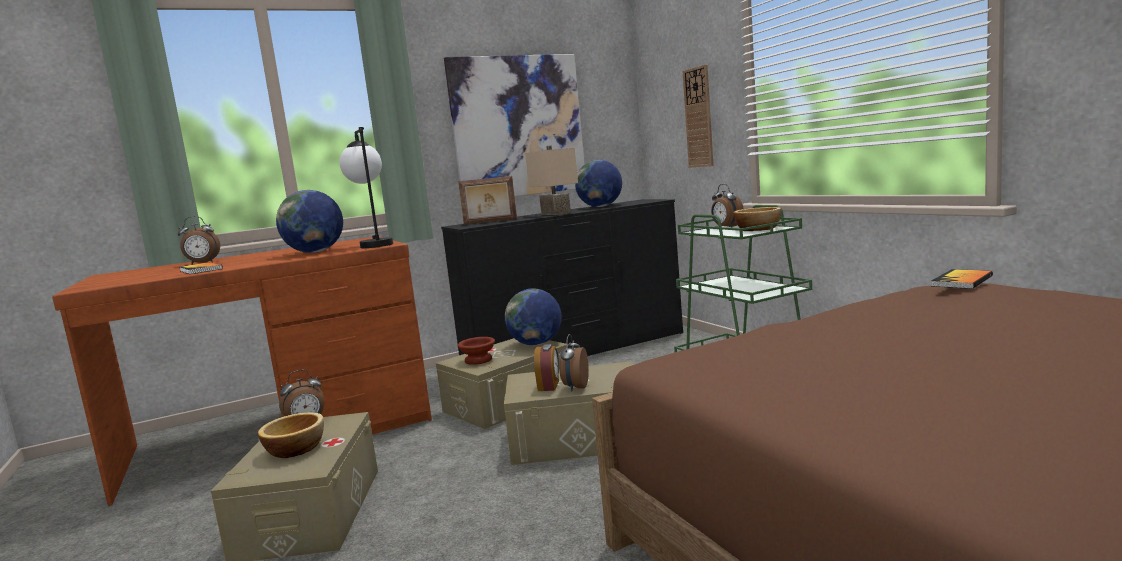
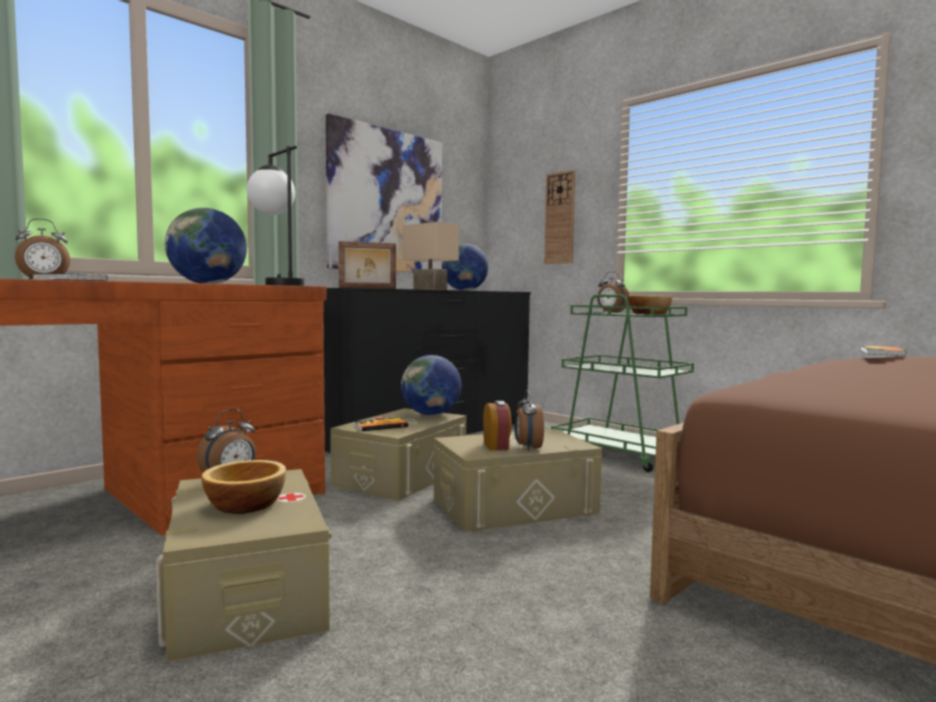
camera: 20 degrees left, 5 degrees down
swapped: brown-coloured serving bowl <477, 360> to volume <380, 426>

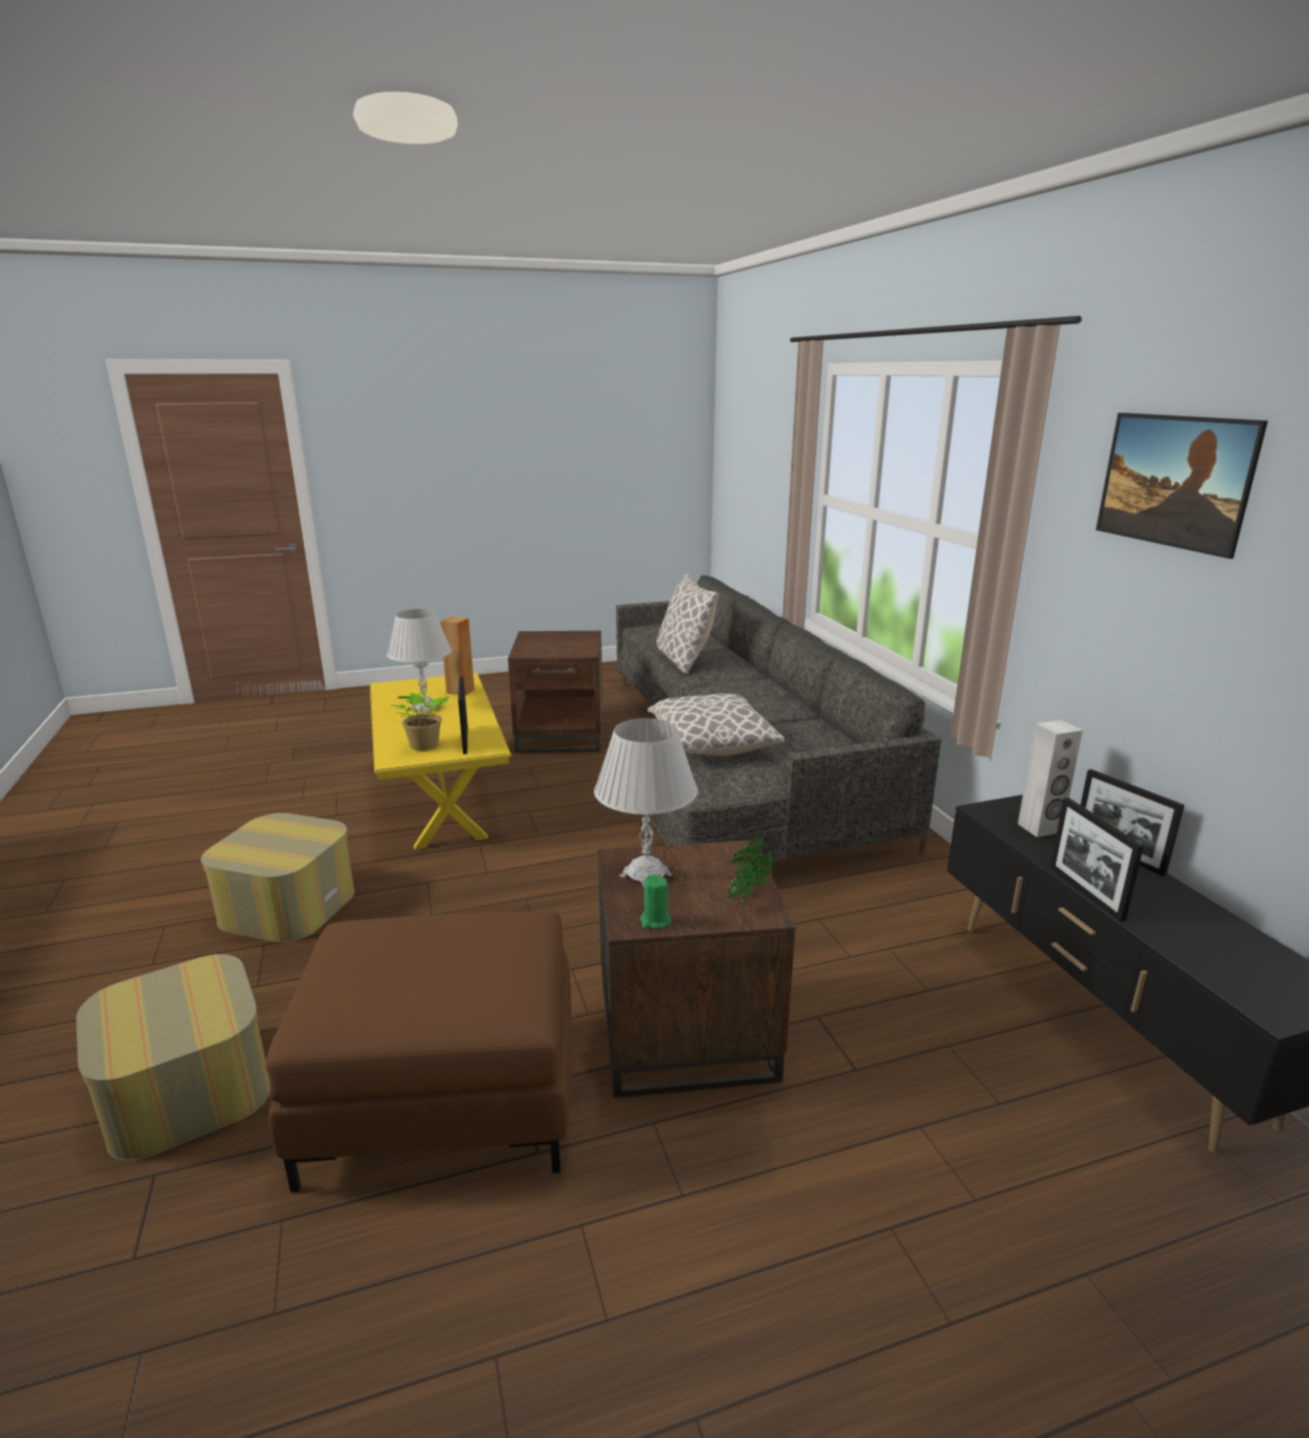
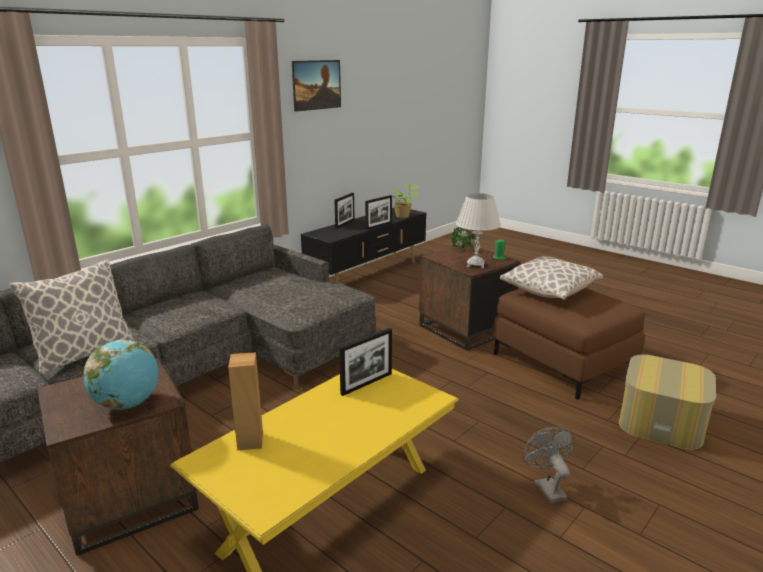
camera: 120 degrees left, 0 degrees up
gone: white-coloured lamp for a table <425, 708>; white-coloured audio speaker <1040, 828>
new: world globe <127, 404>
shifted: houseplant <423, 746> to <403, 216>; pillow <712, 745> to <549, 292>
swapped: footrest <287, 905> to gray electric fan <546, 487>

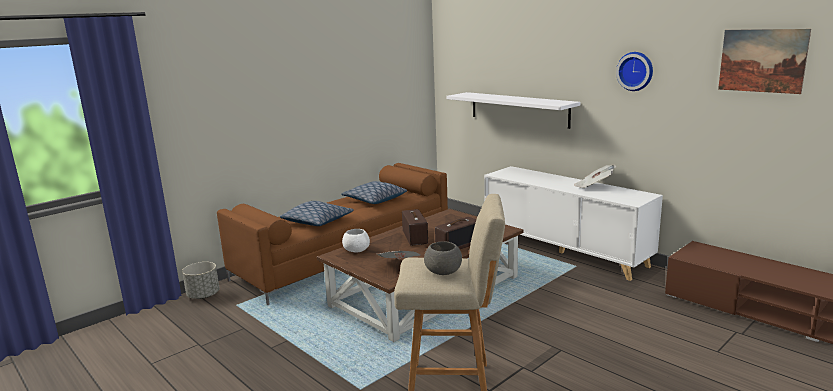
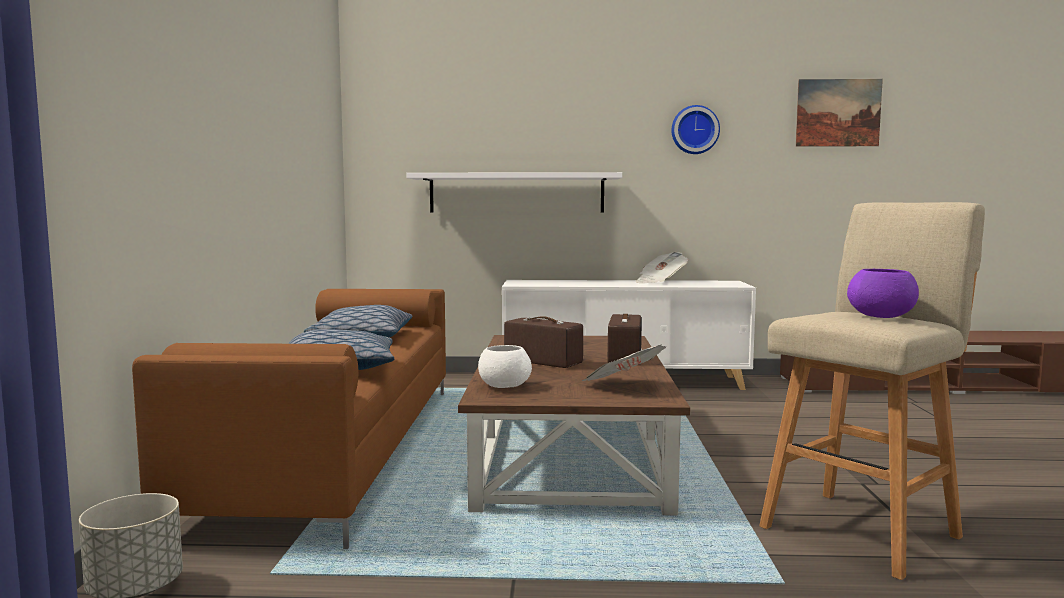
camera: 45 degrees left, 10 degrees down
repainted: gray serving bowl <443, 272> to purple-coloured serving bowl <882, 316>

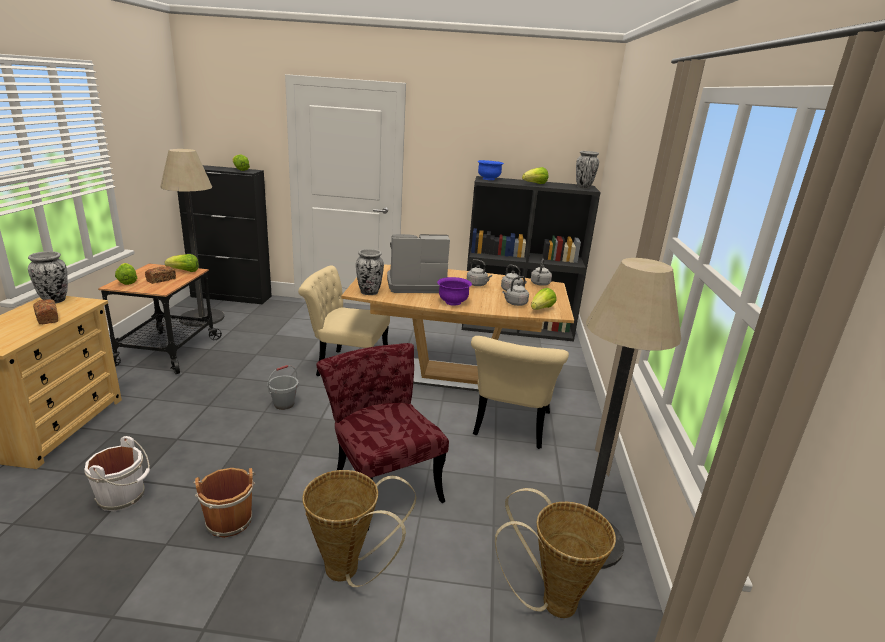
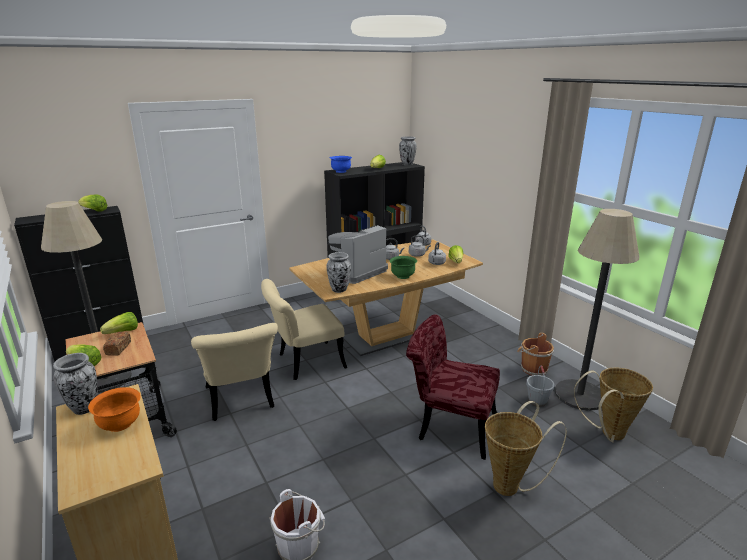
camera: 35 degrees left, 0 degrees up
shifted: beige chair <510, 429> to <241, 402>; brown-coloured pail <229, 520> to <532, 369>; gray pail <284, 404> to <537, 401>
swapped: bakery bread <47, 318> to orange serving bowl <120, 424>
repainted: purple-coloured serving bowl <452, 302> to green serving bowl <402, 276>

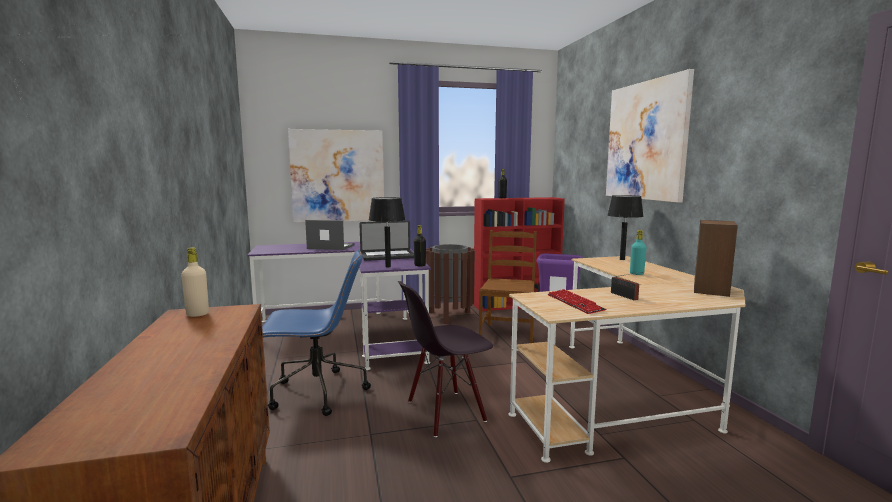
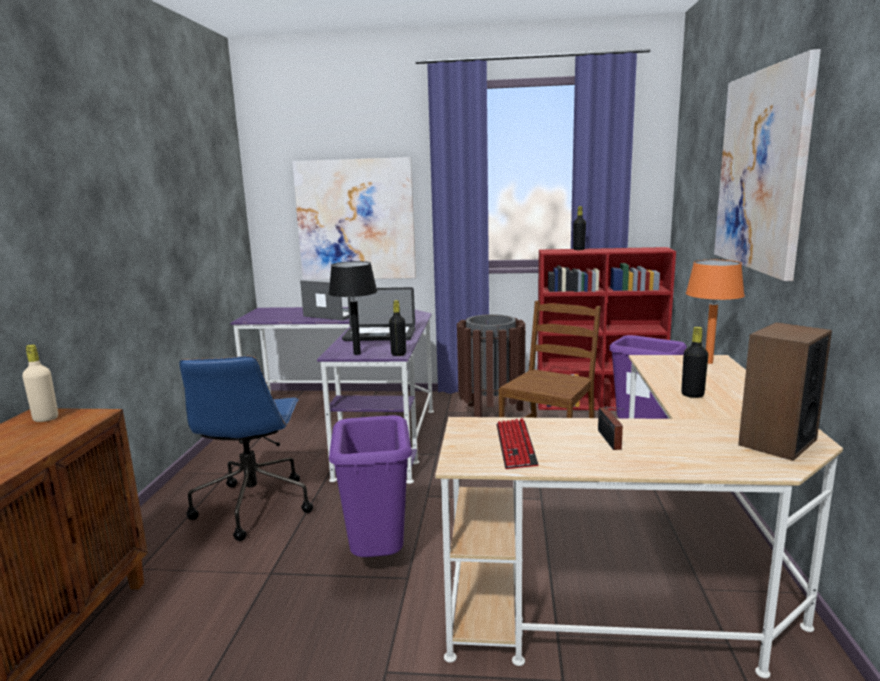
camera: 20 degrees right, 5 degrees up
swapped: black-coloured chair <445, 412> to purple-coloured trash can <378, 559>
repainted: turquoise drink bottle <636, 274> to black-coloured drink bottle <692, 395>; black-coloured lamp for a table <622, 259> to orange lamp for a table <709, 362>
rotated: blue-coloured office chair <316, 393> = <254, 505> 75 degrees clockwise

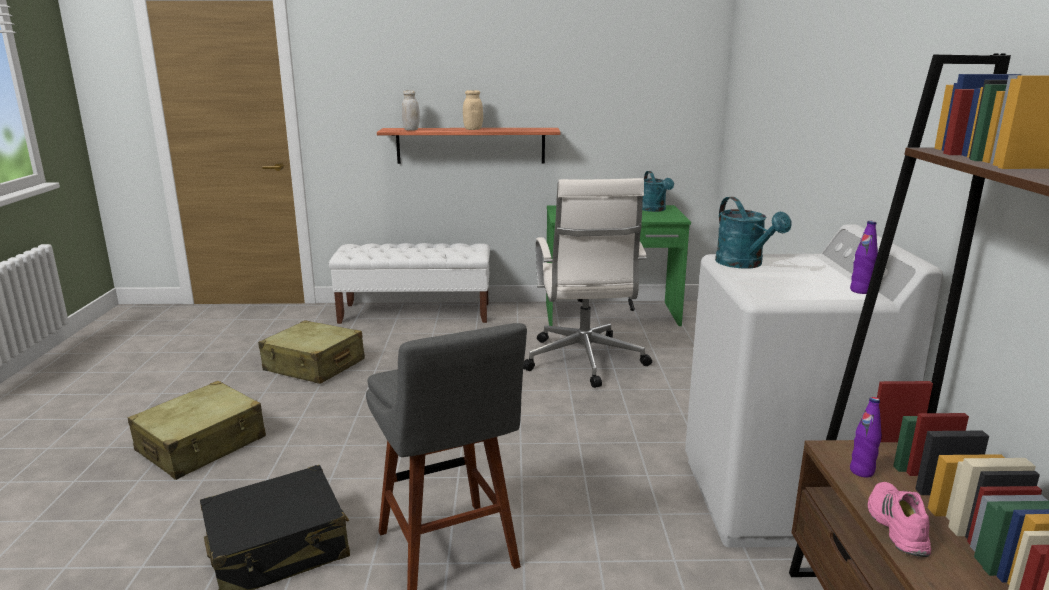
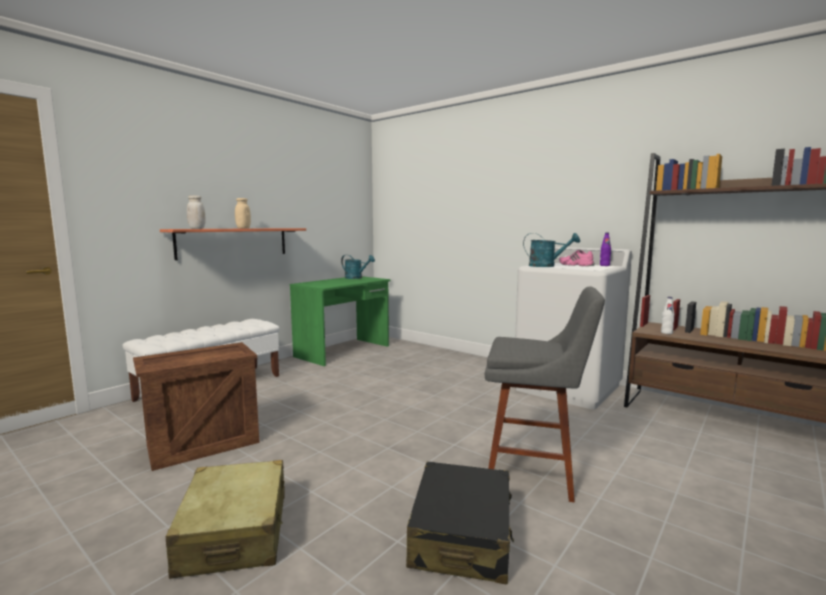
camera: 50 degrees left, 10 degrees down
gone: white-coloured office chair <584, 361>
shifted: pinkish low shoe <895, 525> to <575, 265>
swapped: beige suitcase <314, 366> to packing crate <204, 443>
repainted: purple-coloured drink bottle <861, 471> to white-coloured drink bottle <666, 333>

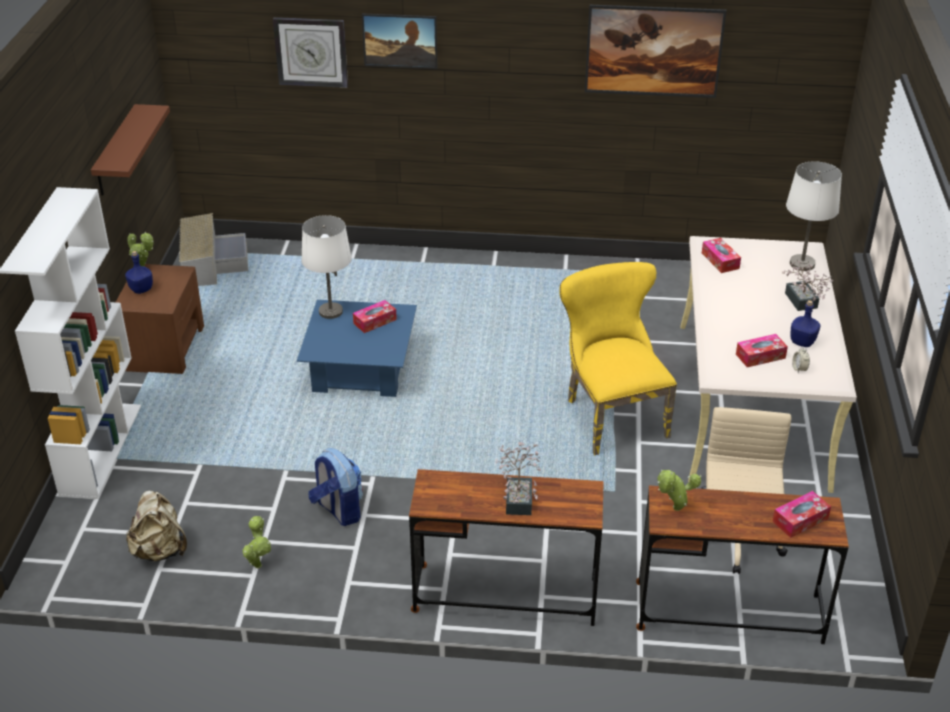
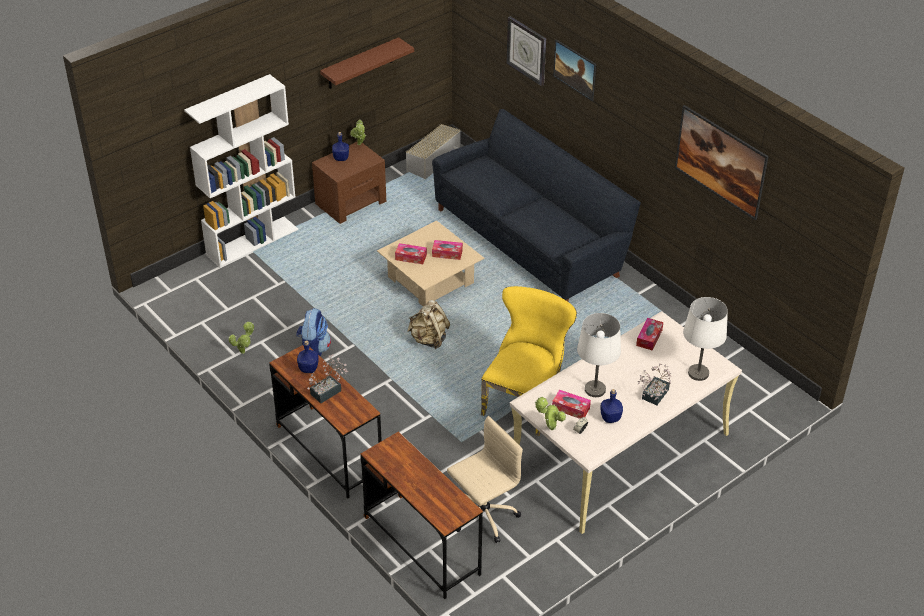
camera: 45 degrees right, 5 degrees up
new: blue-coloured drink bottle <308, 369>; black-coloured sofa <531, 240>
shifted: tissue holder <800, 520> to <411, 257>; beige rucksack <160, 551> to <429, 339>; houseplant <674, 509> to <549, 428>; white-coloured lamp for a table <330, 312> to <594, 389>
repainted: blue-coloured coffee table <360, 369> to beige coffee table <430, 280>

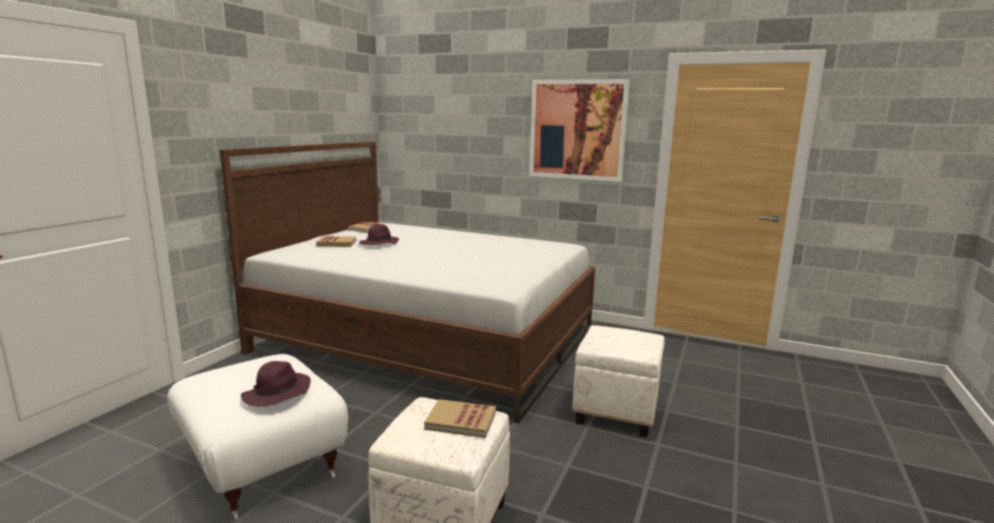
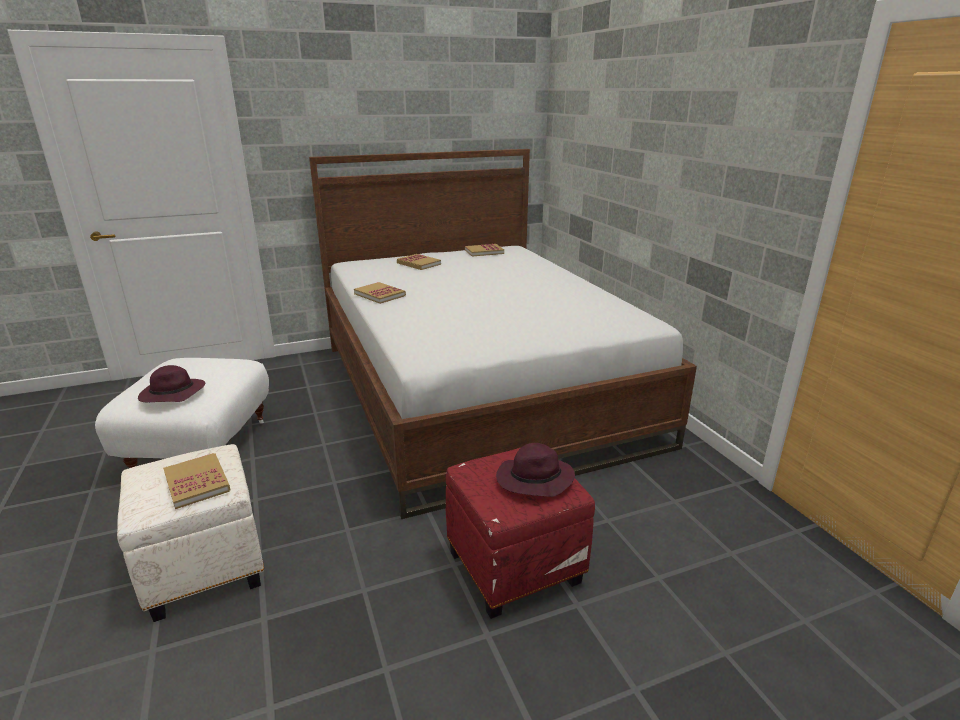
camera: 45 degrees right, 10 degrees up
gone: wall picture <577, 130>
new: volume <380, 295>
shifted: purple-coloured wearable hat <379, 244> to <533, 480>
repainted: white-coloured footrest <615, 411> to red-coloured footrest <515, 566>

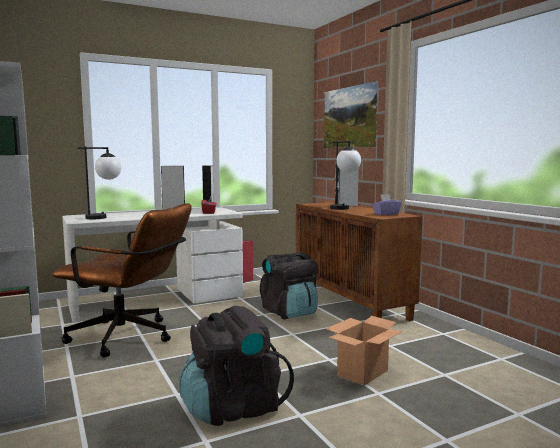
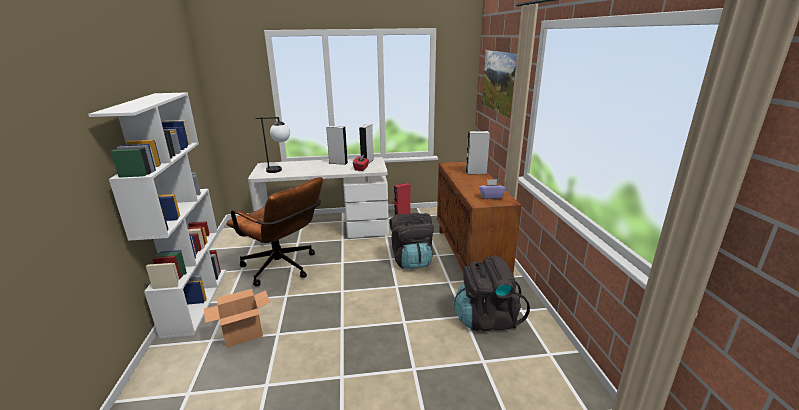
camera: 20 degrees right, 15 degrees up
gone: lamp for a table <344, 209>
shifted: packing box <362, 373> to <242, 334>; black-coloured rucksack <233, 408> to <487, 319>

